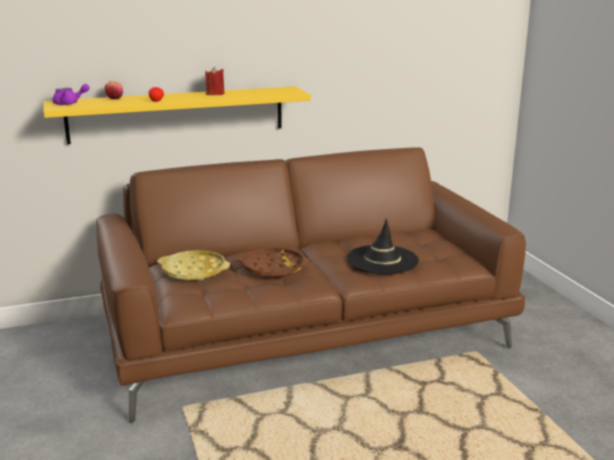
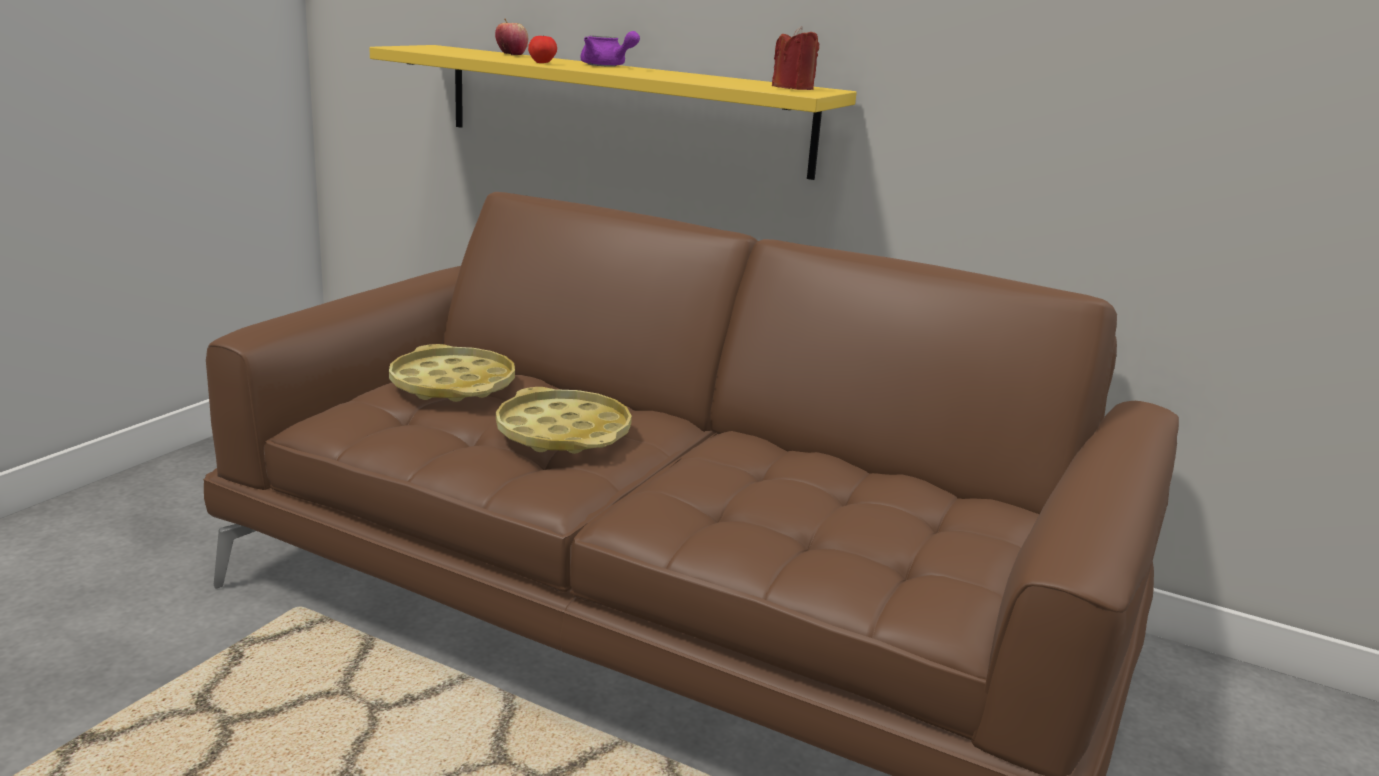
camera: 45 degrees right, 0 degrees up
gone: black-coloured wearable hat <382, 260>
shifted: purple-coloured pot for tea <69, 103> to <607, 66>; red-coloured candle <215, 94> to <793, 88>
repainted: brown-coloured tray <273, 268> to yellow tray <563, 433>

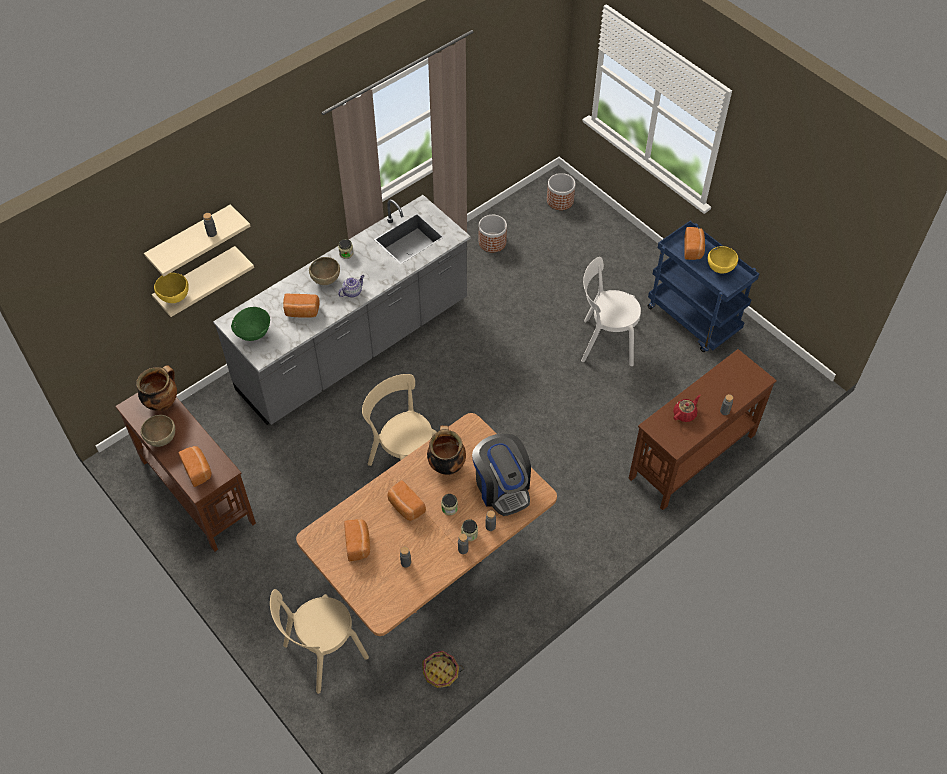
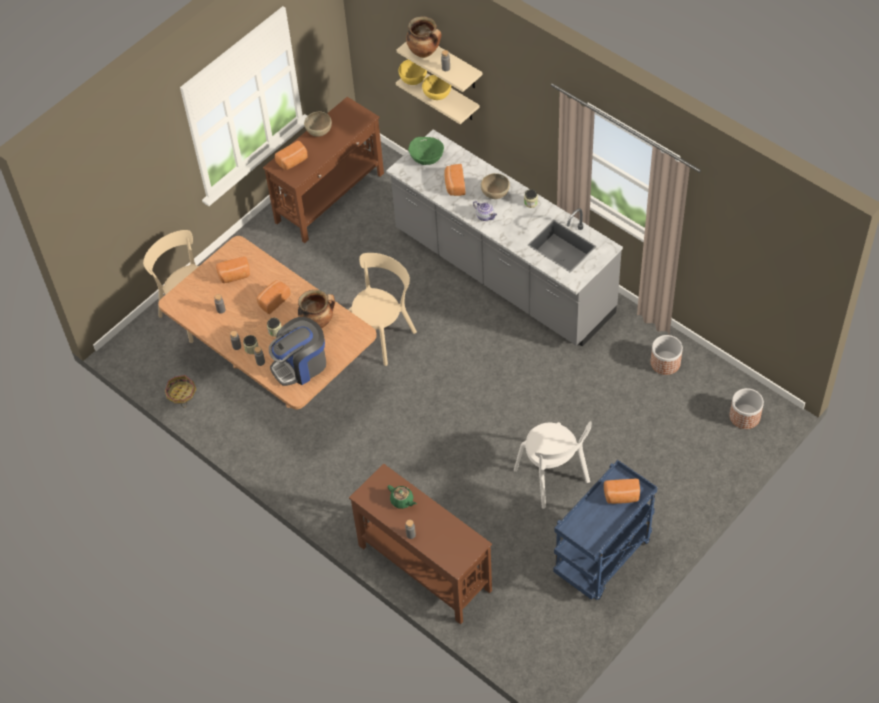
camera: 85 degrees right, 0 degrees up
shifted: saucepot <162, 402> to <425, 52>; yellow serving bowl <720, 269> to <437, 96>
repainted: red-coloured pot for tea <685, 414> to green pot for tea <402, 501>
rotated: white-coloured chair <604, 342> = <553, 478> 150 degrees clockwise

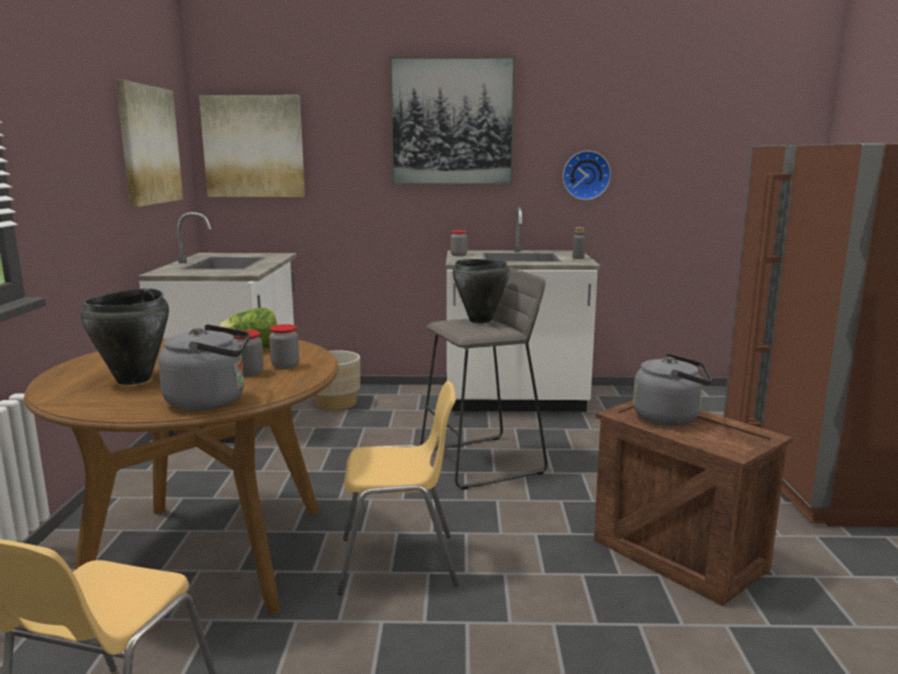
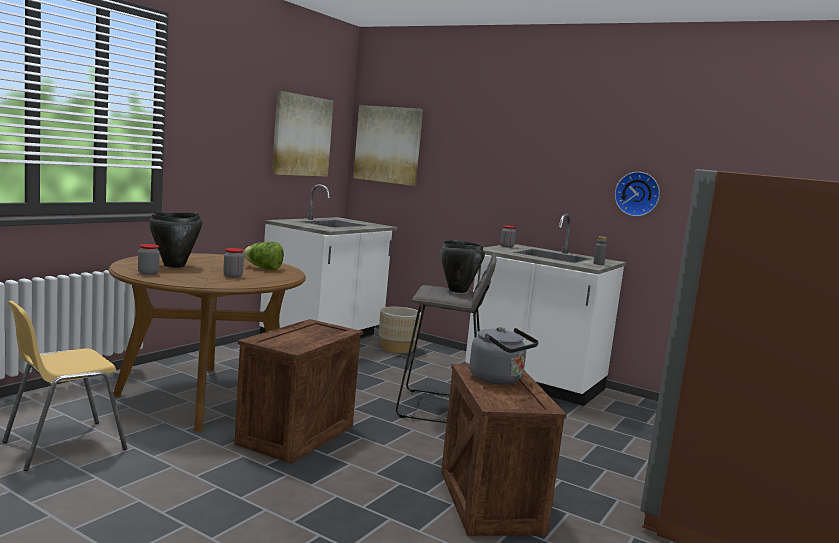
camera: 30 degrees right, 5 degrees down
gone: gray kettle <211, 401>; wall picture <452, 122>
shifted: storage jar <285, 366> to <148, 273>
swapped: yellow chair <399, 563> to packing crate <297, 436>

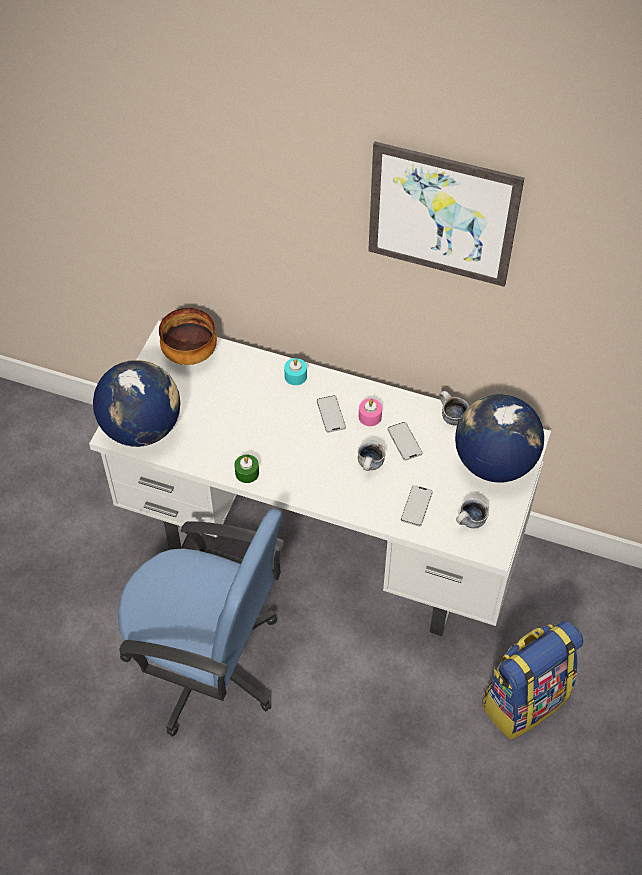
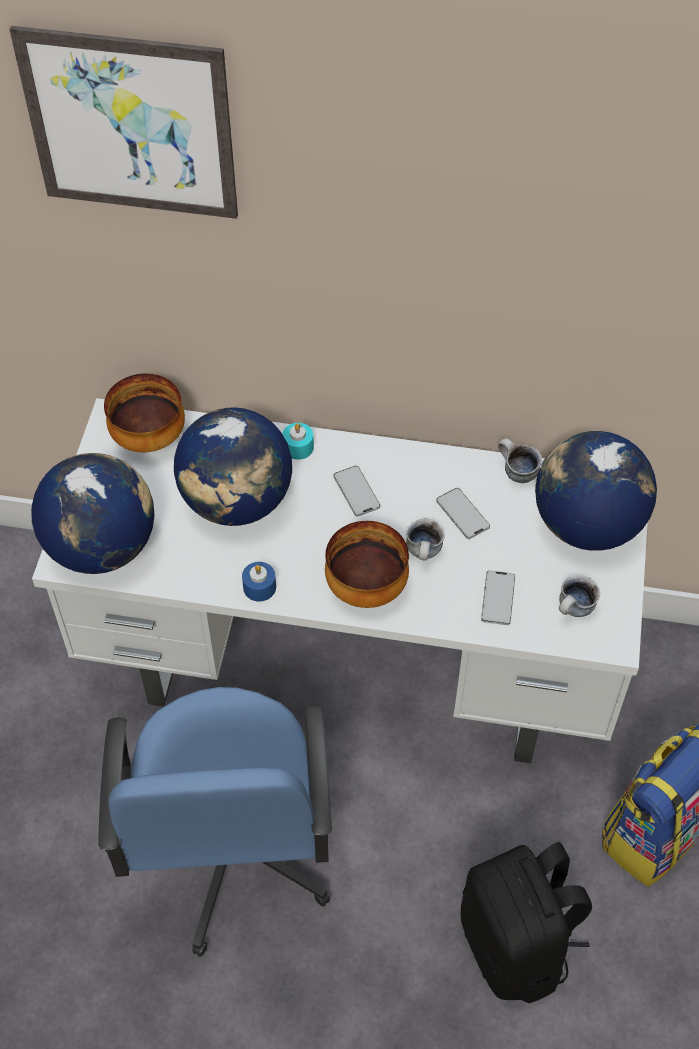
camera: 10 degrees left, 0 degrees up
gone: pinkish candle <370, 417>
new: world globe <237, 502>; serving bowl <365, 587>; black-coloured rucksack <516, 946>
shifted: wall picture <442, 215> to <130, 125>
repainted: green candle <247, 473> to blue-coloured candle <259, 587>
rotated: blue-coloured office chair <207, 664> = <229, 851> 75 degrees clockwise

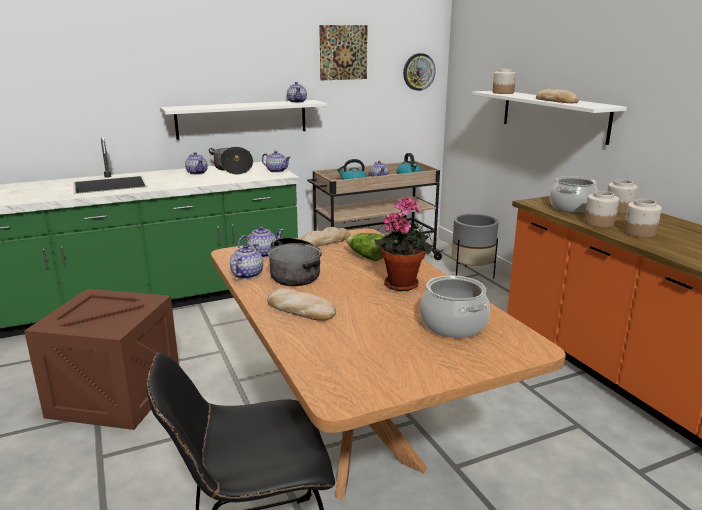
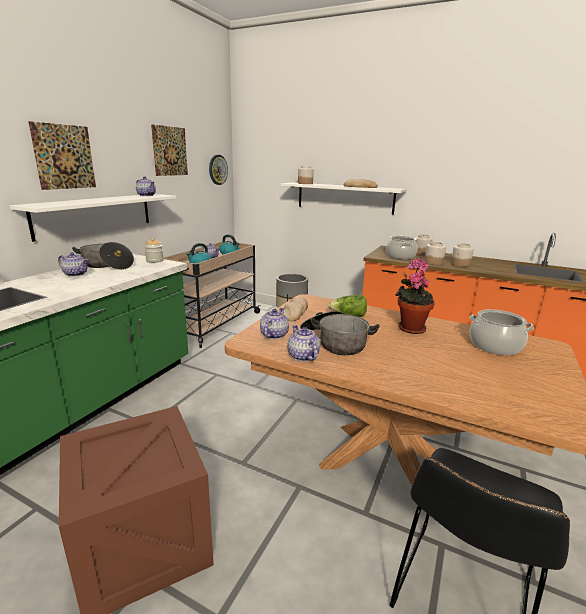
camera: 40 degrees left, 0 degrees up
gone: bakery bread <300, 309>
new: wall picture <64, 157>
swapped: pot for tea <276, 171> to storage jar <154, 261>

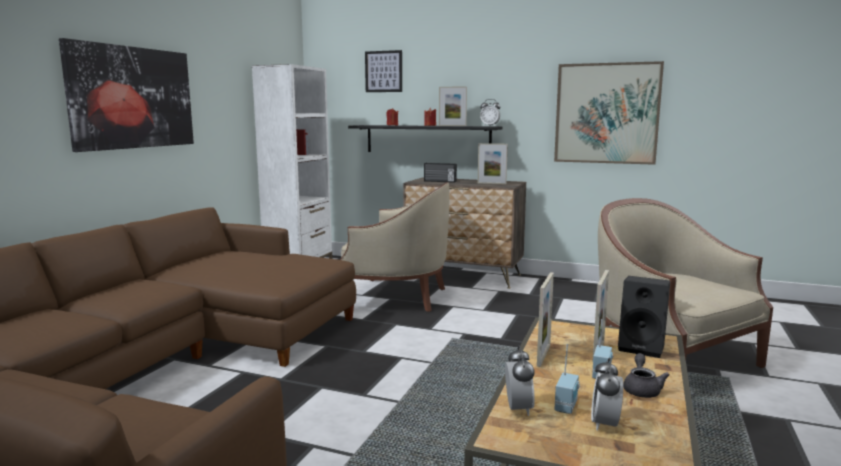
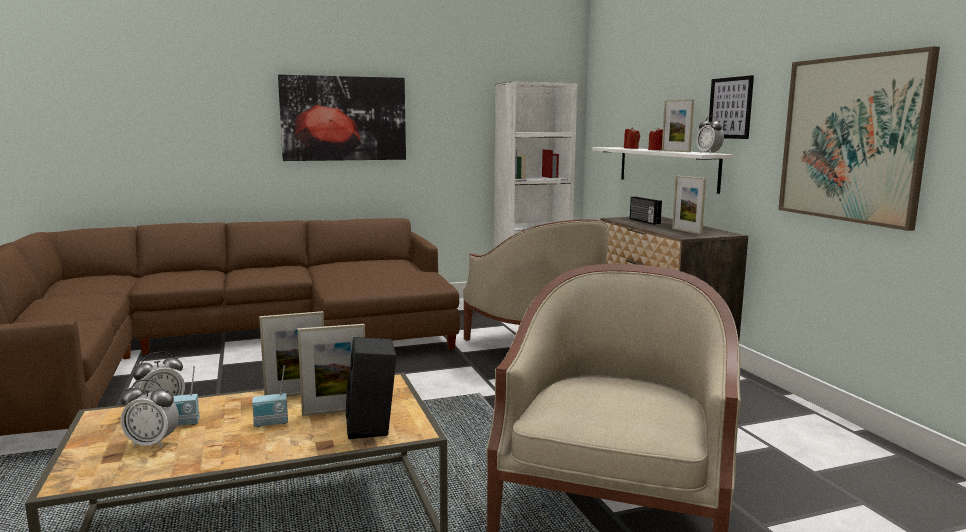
camera: 50 degrees right, 0 degrees up
gone: gray pot for tea <642, 389>
shifted: wall picture <383, 71> to <730, 108>
repainted: black-coloured shelf <427, 139> to white-coloured shelf <666, 168>
rotated: bedside clock <605, 424> = <152, 443> 150 degrees counterclockwise

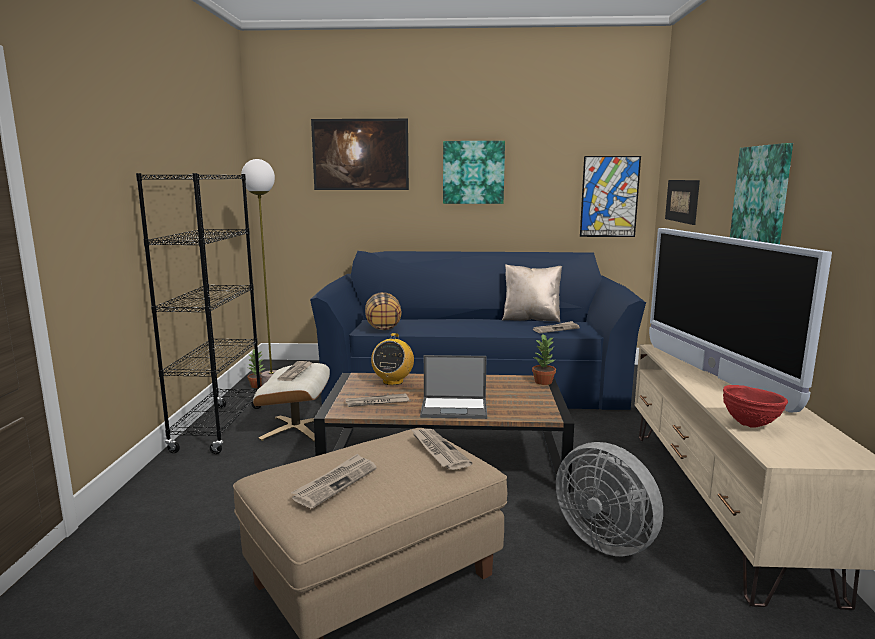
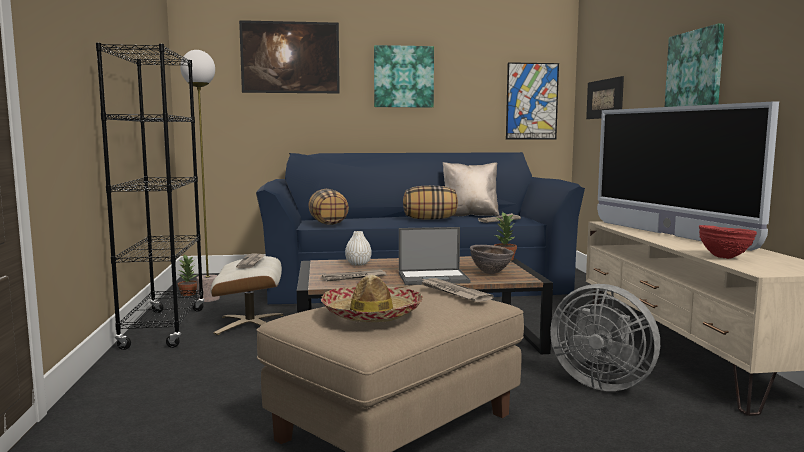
camera: 10 degrees left, 5 degrees down
new: pillow <430, 219>; brown-coloured serving bowl <491, 273>
swapped: printed paper <335, 483> to wearable hat <372, 314>; radio set <393, 381> to white-coloured decorative vase <358, 264>

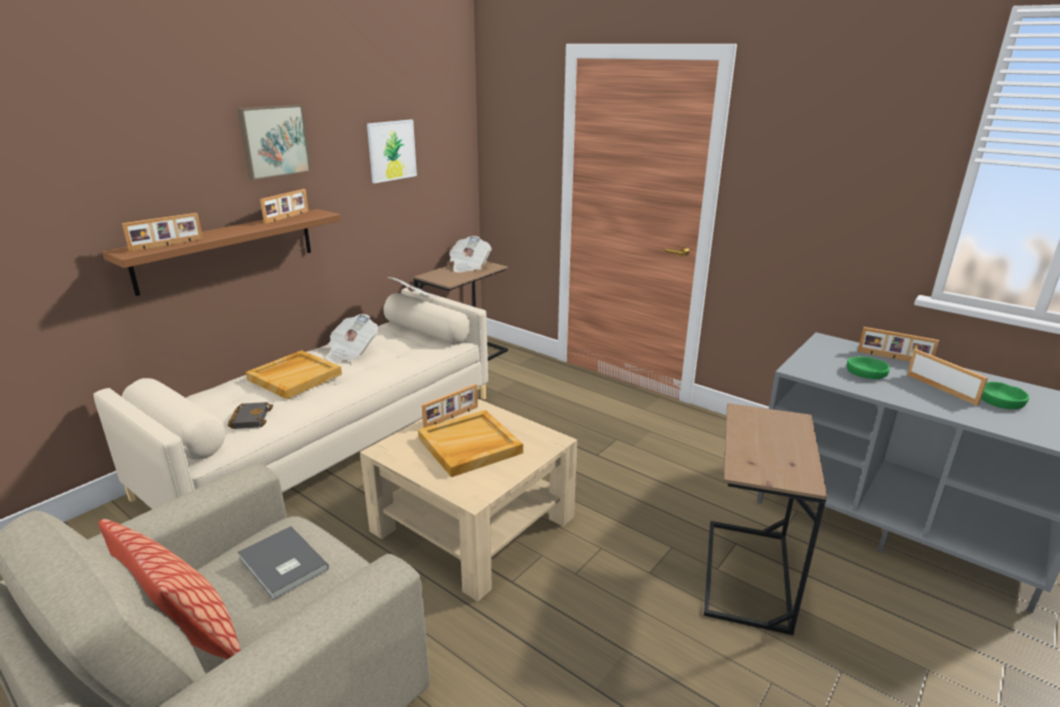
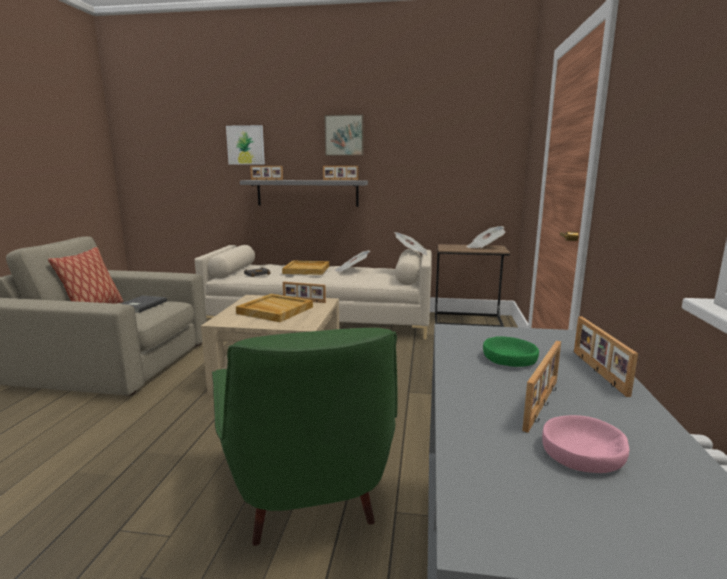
camera: 60 degrees right, 10 degrees down
shifted: wall picture <391, 150> to <245, 145>
swapped: brown-coloured end table <747, 574> to green armchair <308, 498>
repainted: brown-coloured shelf <227, 249> to gray shelf <307, 193>; green serving bowl <1001, 400> to pinkish serving bowl <583, 453>

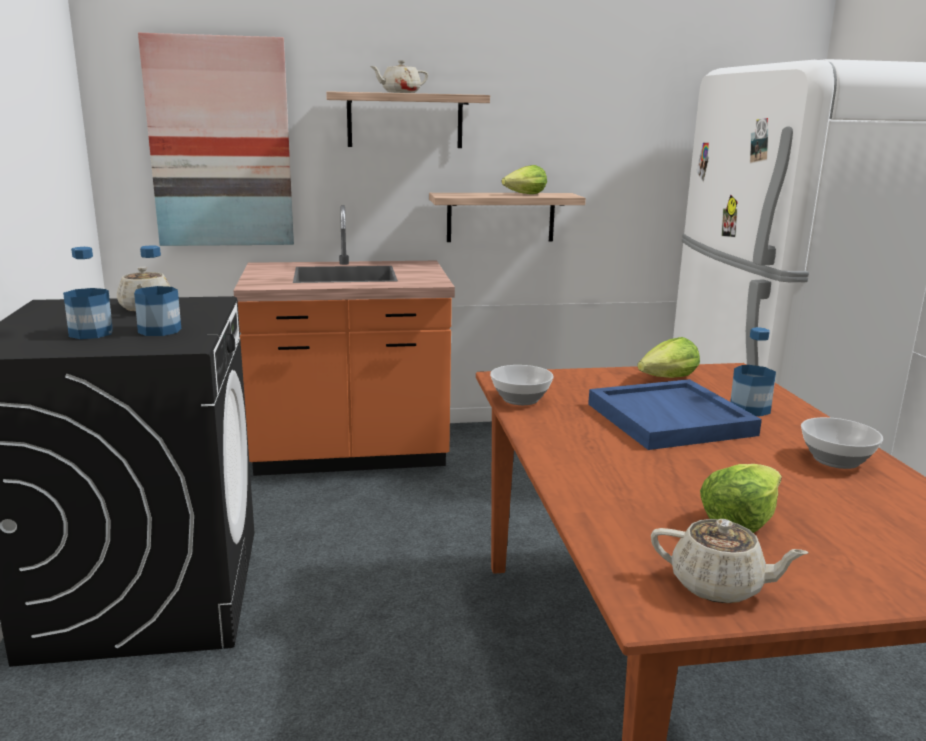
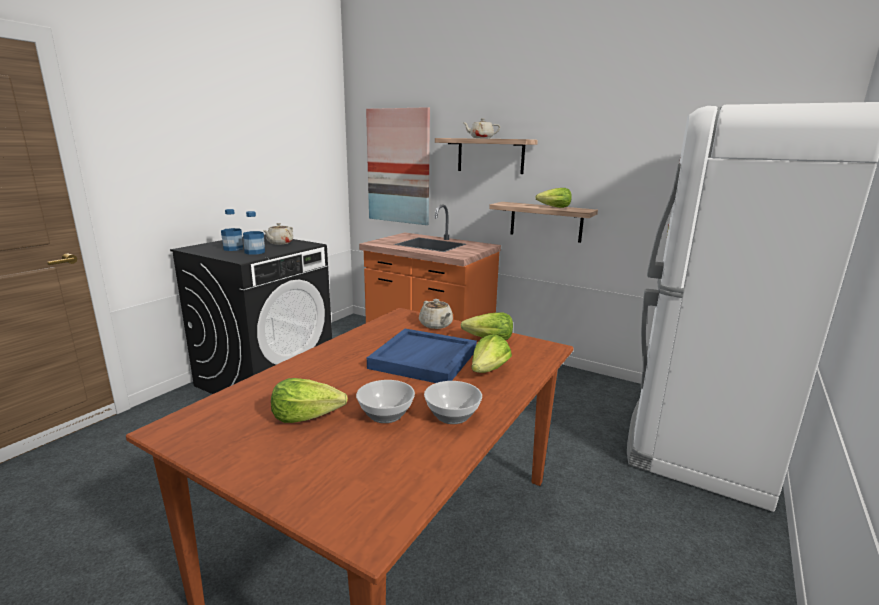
camera: 40 degrees right, 0 degrees up
shifted: serving bowl <520, 399> to <386, 414>; beige pot for tea <718, 586> to <436, 325>
swapped: drink bottle <750, 409> to lettuce head <489, 370>

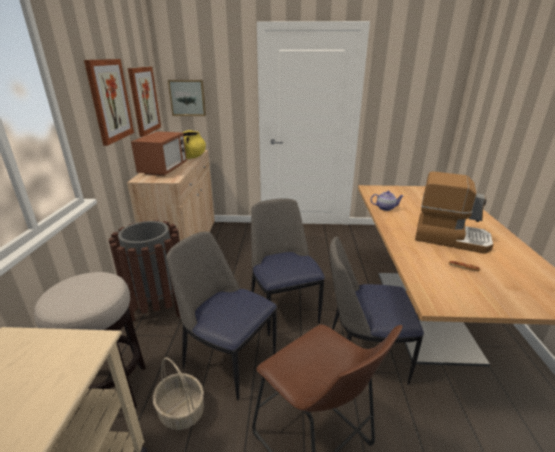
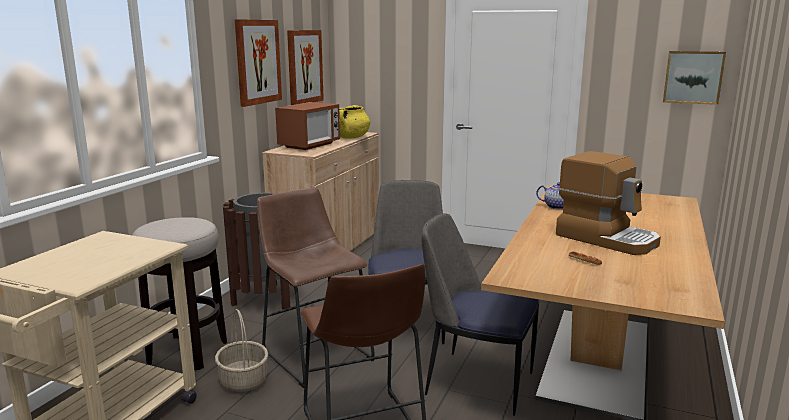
camera: 20 degrees right, 10 degrees down
shifted: wall picture <188, 98> to <693, 77>
swapped: chair <228, 359> to brown-coloured stool <315, 353>

